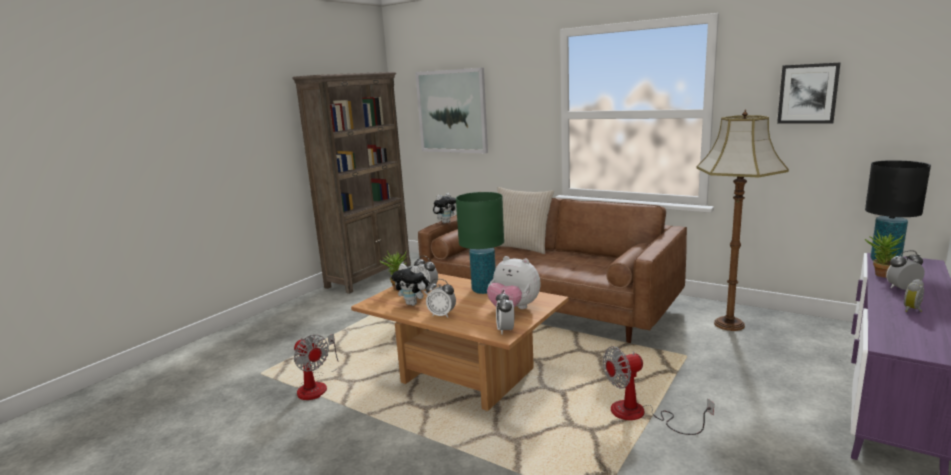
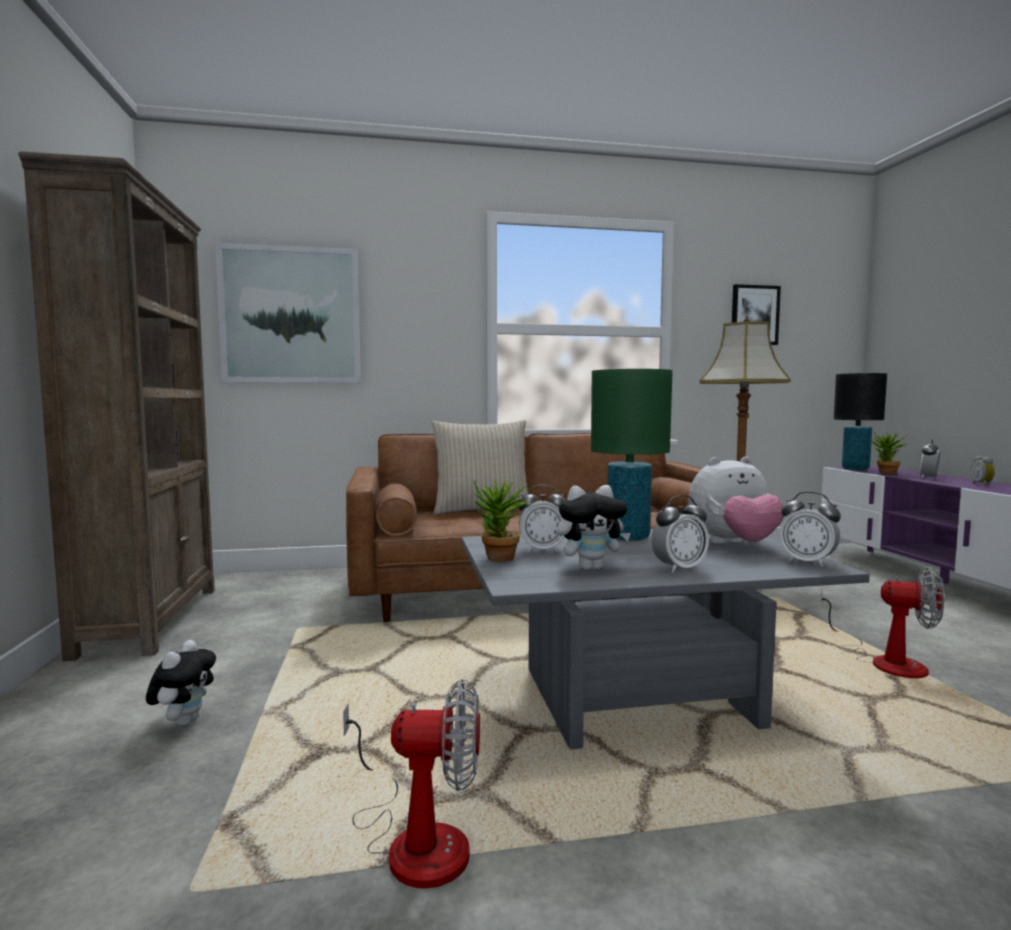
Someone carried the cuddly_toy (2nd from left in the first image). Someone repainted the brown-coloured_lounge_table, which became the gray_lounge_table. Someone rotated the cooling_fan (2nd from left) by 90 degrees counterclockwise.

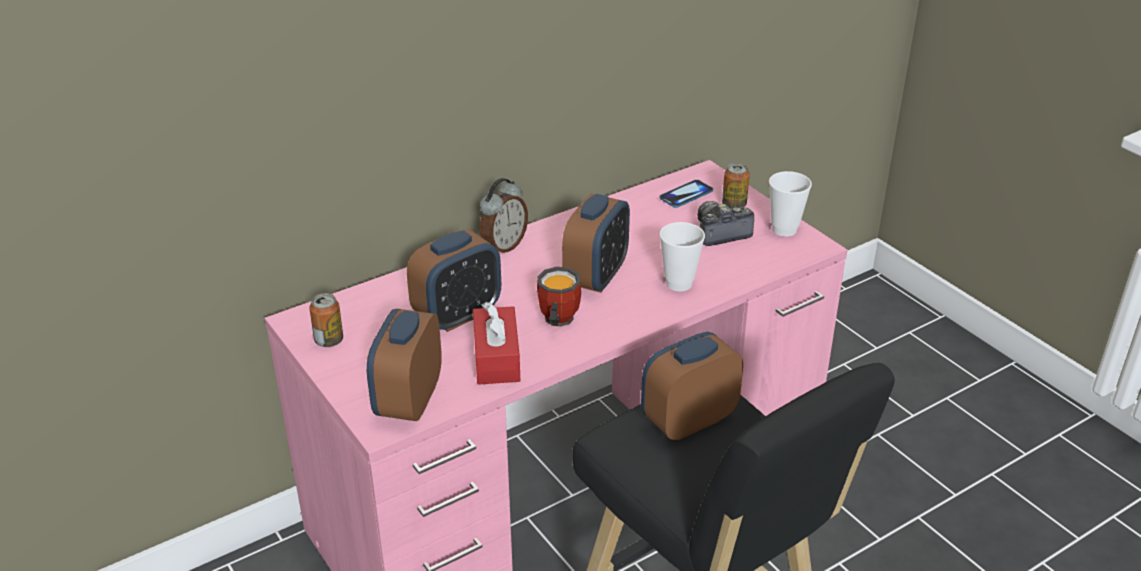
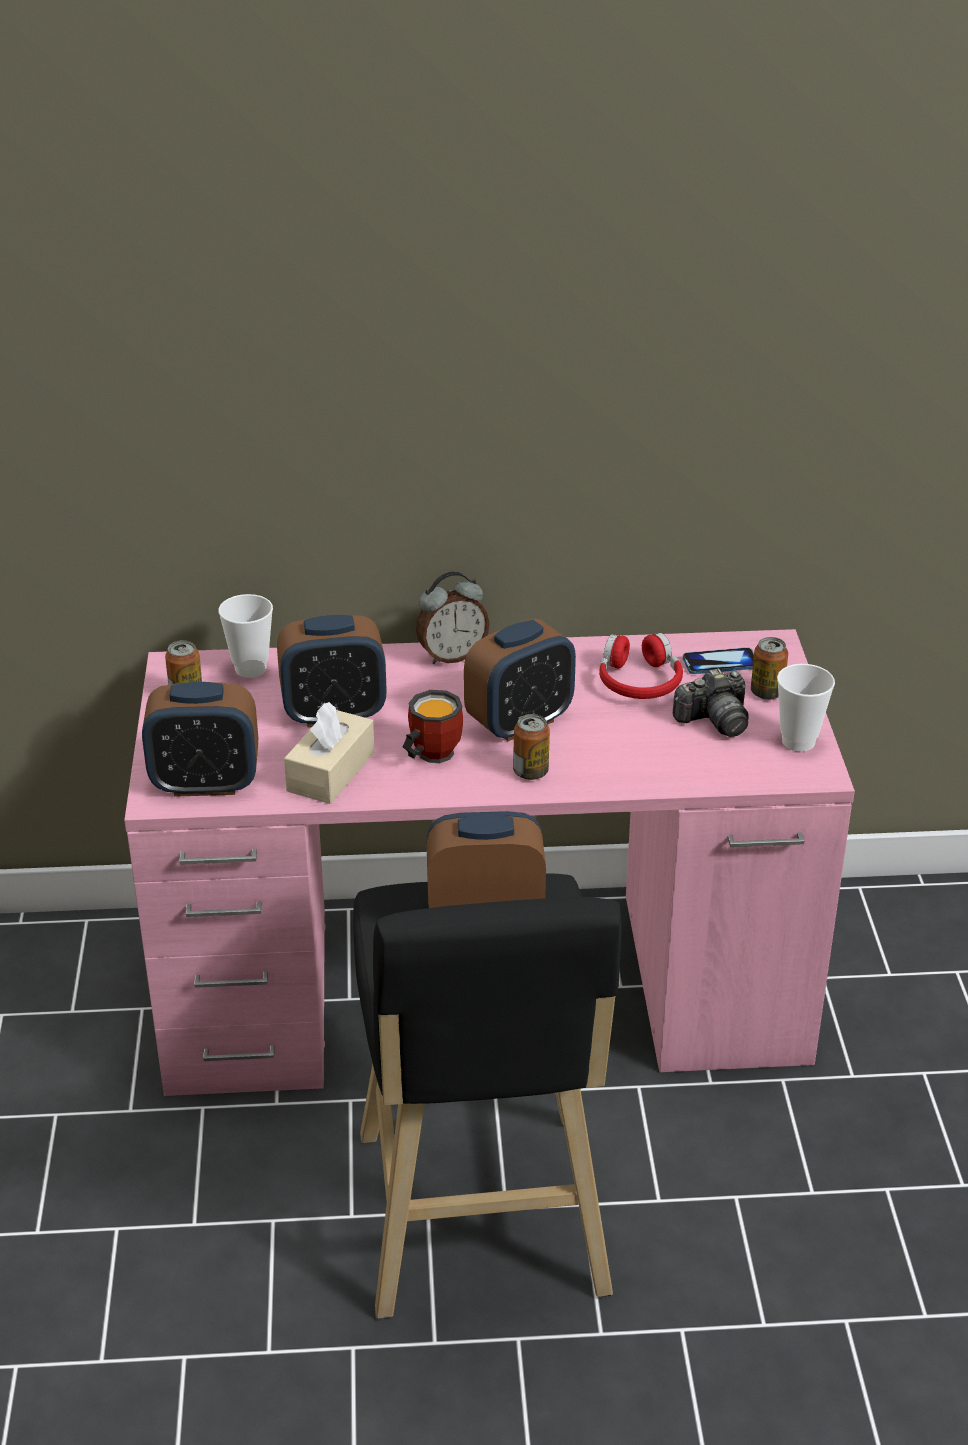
Someone rotated the still_camera by 150 degrees clockwise. Someone carried the drinking_cup (1st from left). Someone repainted the reddish_tissue_holder, which became the beige_tissue_holder. Someone rotated the bedside_clock (1st from left) by 135 degrees counterclockwise. Someone put down the reddish_pair_of_headphones. Someone put down the metal_can (2nd from left).

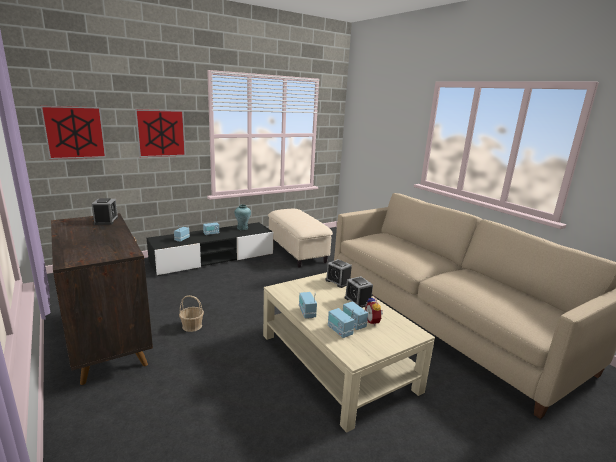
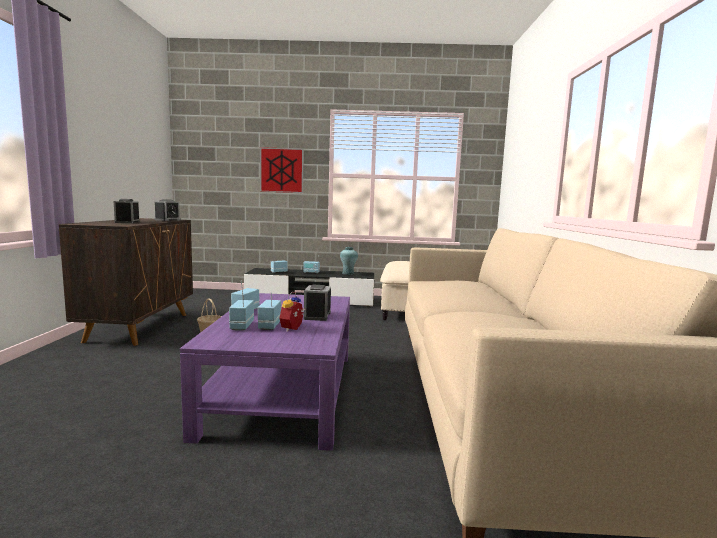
Someone took away the wall_picture (1st from left). Someone carried the bedside_clock (2nd from left in the first image). Someone repainted the beige_lounge_table, which became the purple_lounge_table.

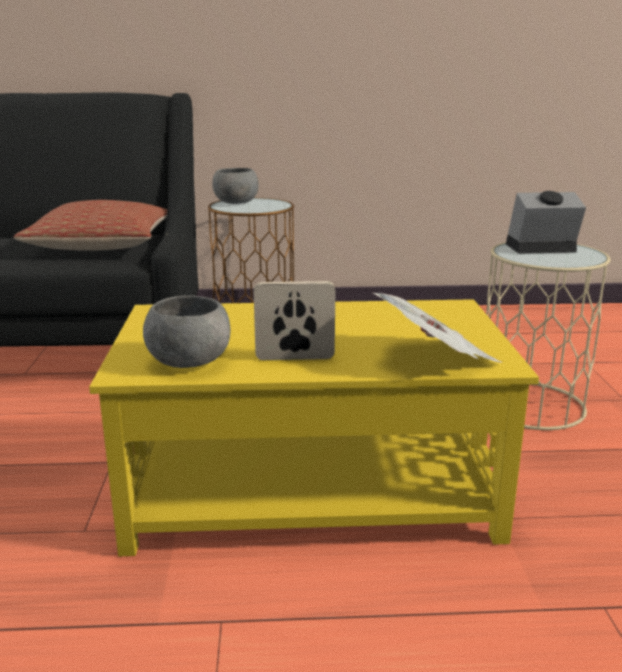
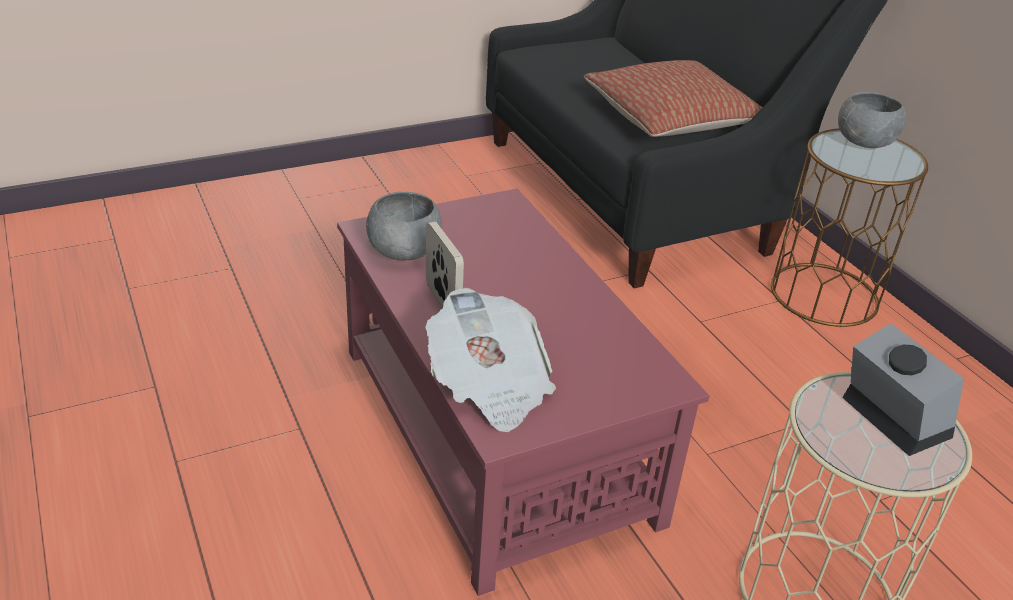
Someone repainted the yellowish_lounge_table, which became the reddish_lounge_table.

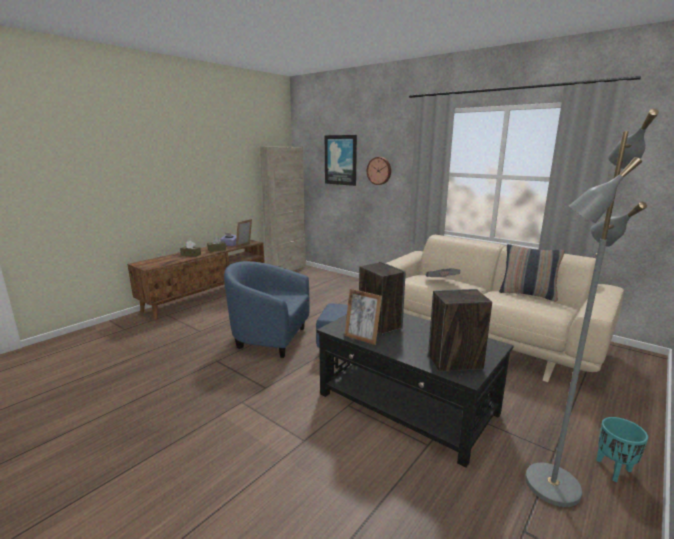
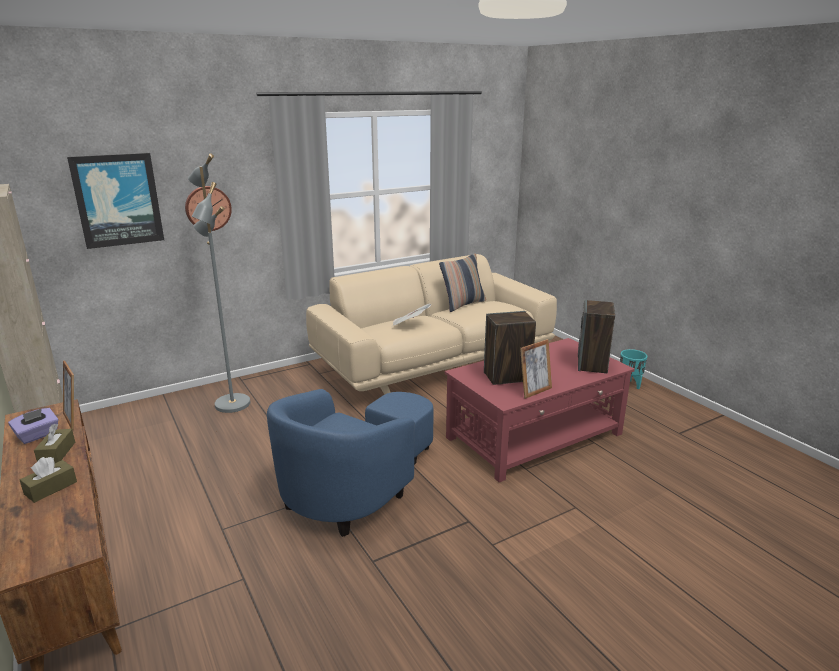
Someone carried the gray_standard_lamp. Someone repainted the blackish_lounge_table, which became the reddish_lounge_table.

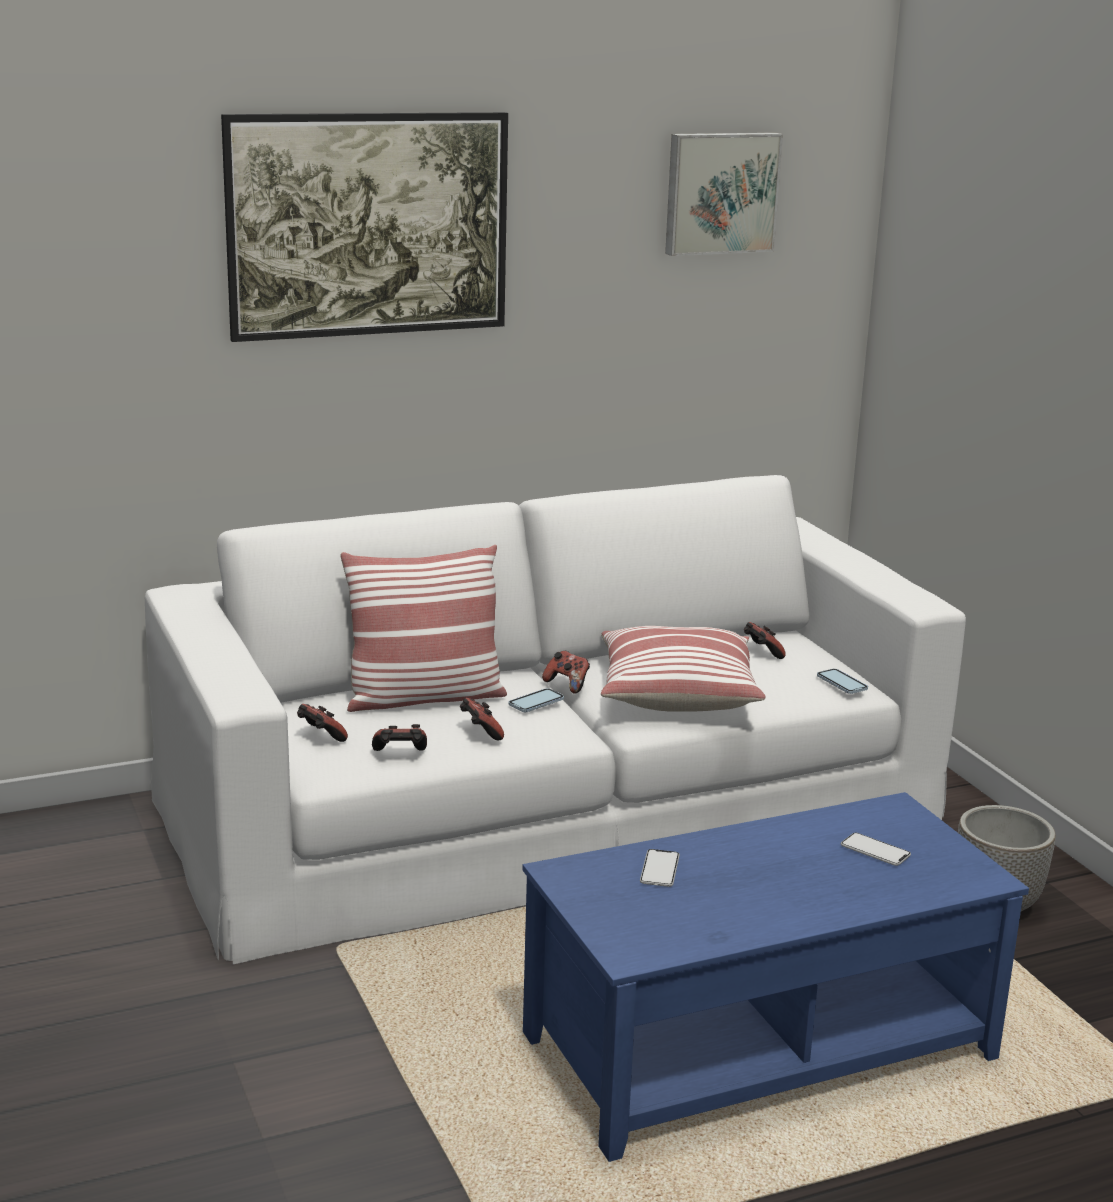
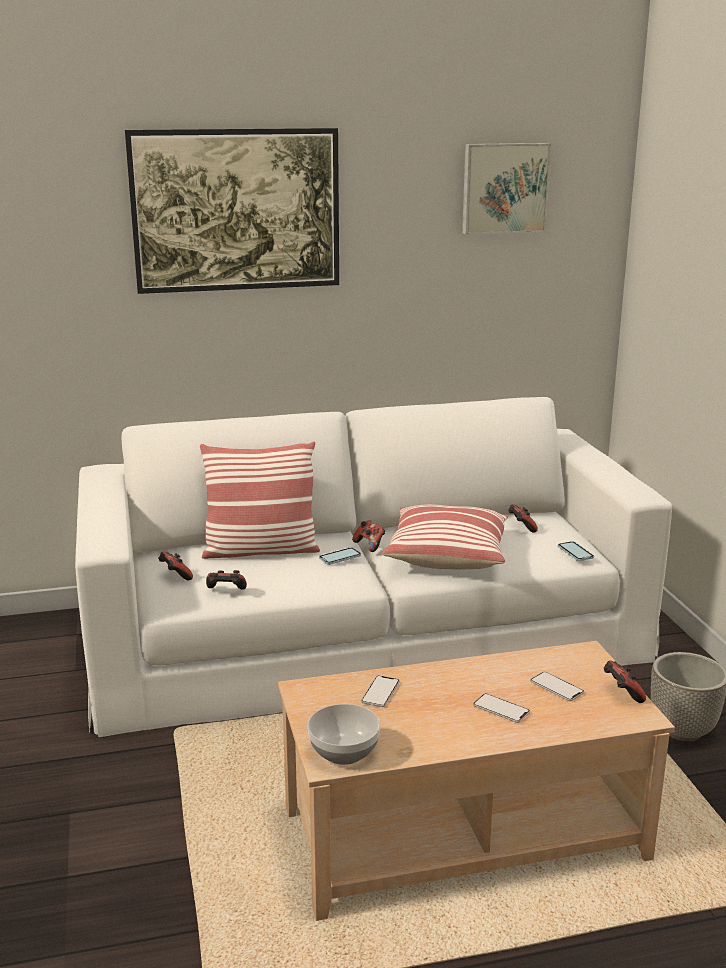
Someone carried the joypad (3rd from left in the first image). Someone repainted the bluish_lounge_table, which became the beige_lounge_table. Someone put down the telephone (3rd from left). Someone put down the bowl.

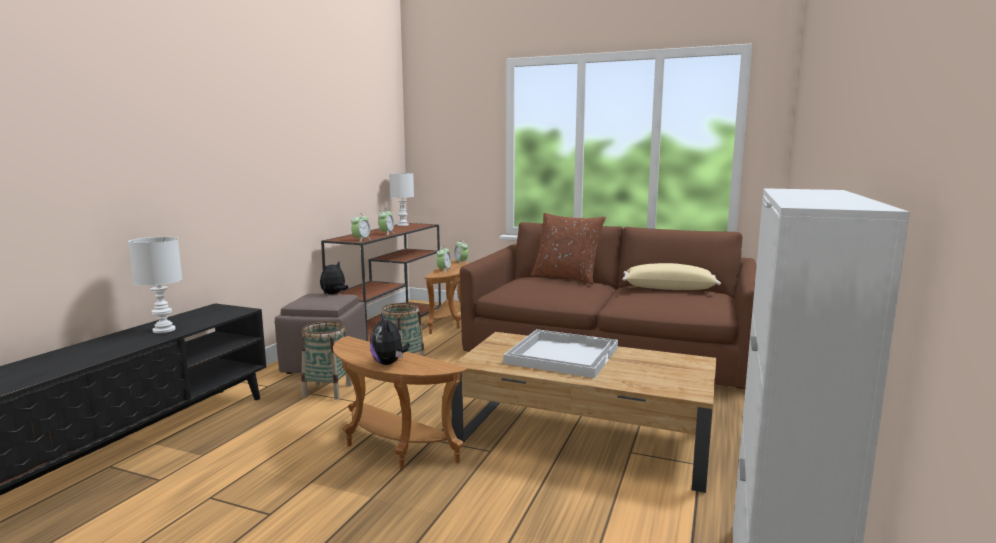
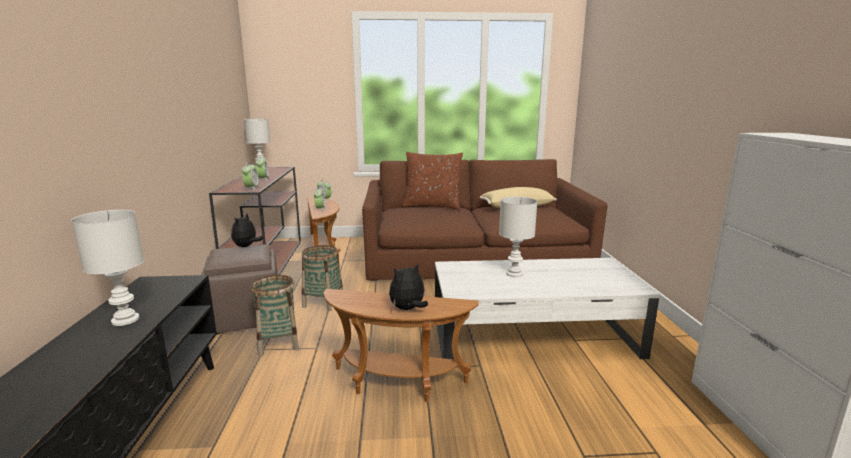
Someone rotated the cuddly_toy (2nd from left) by 105 degrees clockwise. Someone swapped the whitish_serving_tray for the whitish_lamp_for_a_table (3rd from left). Someone repainted the brown-coloured_lounge_table, which became the whitish_lounge_table.

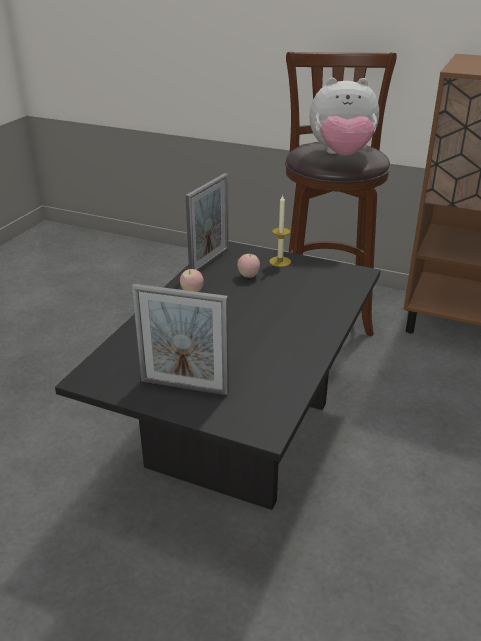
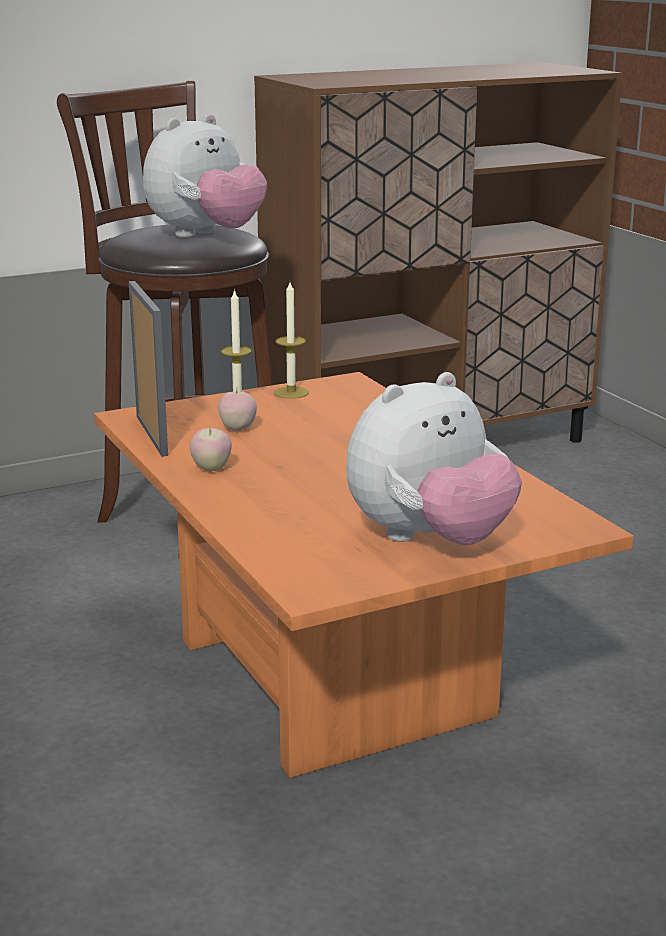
Someone repainted the blackish_lounge_table, which became the orangey_lounge_table. Someone swapped the picture_frame (1st from left) for the cuddly_toy (2nd from left). Someone put down the wax_light (2nd from left).

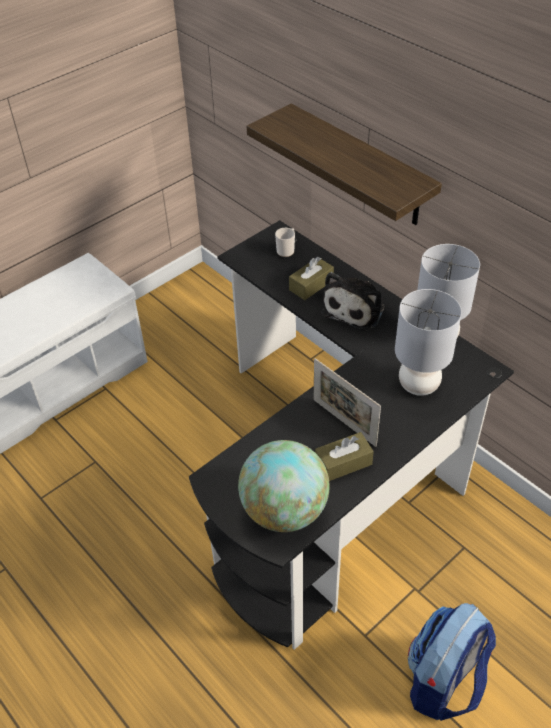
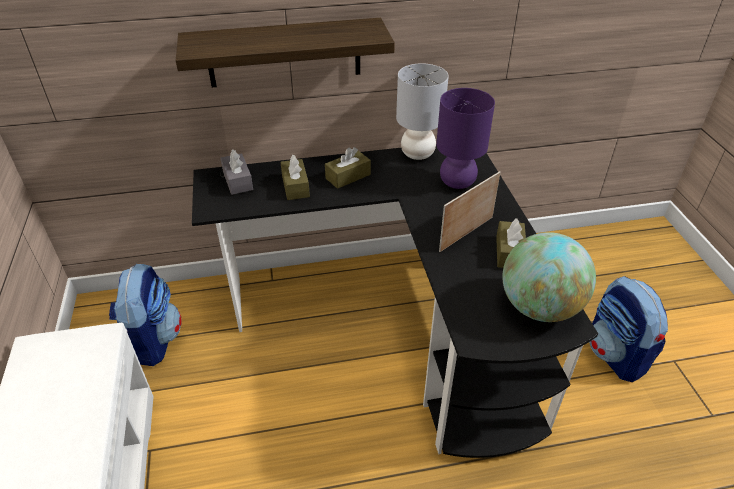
Someone swapped the coffee_mug for the gray_tissue_holder. Someone swapped the cuddly_toy for the brown-coloured_tissue_holder (2nd from left). Someone repainted the gray_lamp_for_a_table (1st from left), which became the purple_lamp_for_a_table. Someone rotated the picture_frame by 150 degrees clockwise. Someone put down the knapsack (1st from left).

